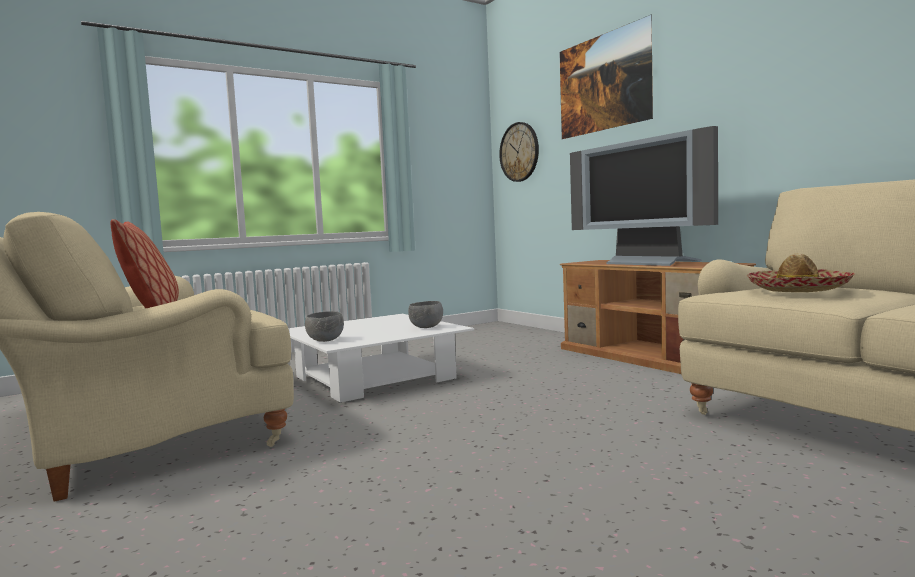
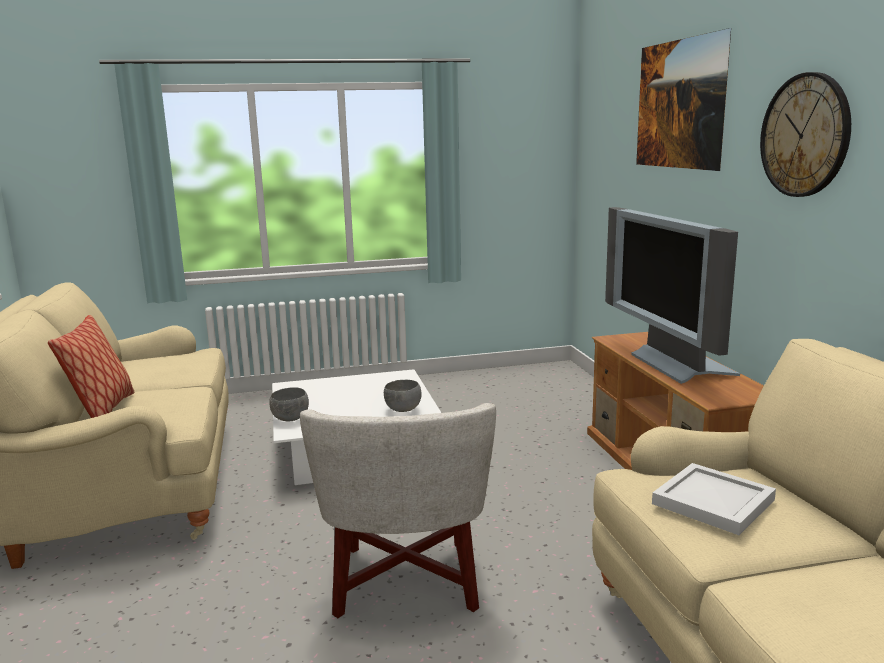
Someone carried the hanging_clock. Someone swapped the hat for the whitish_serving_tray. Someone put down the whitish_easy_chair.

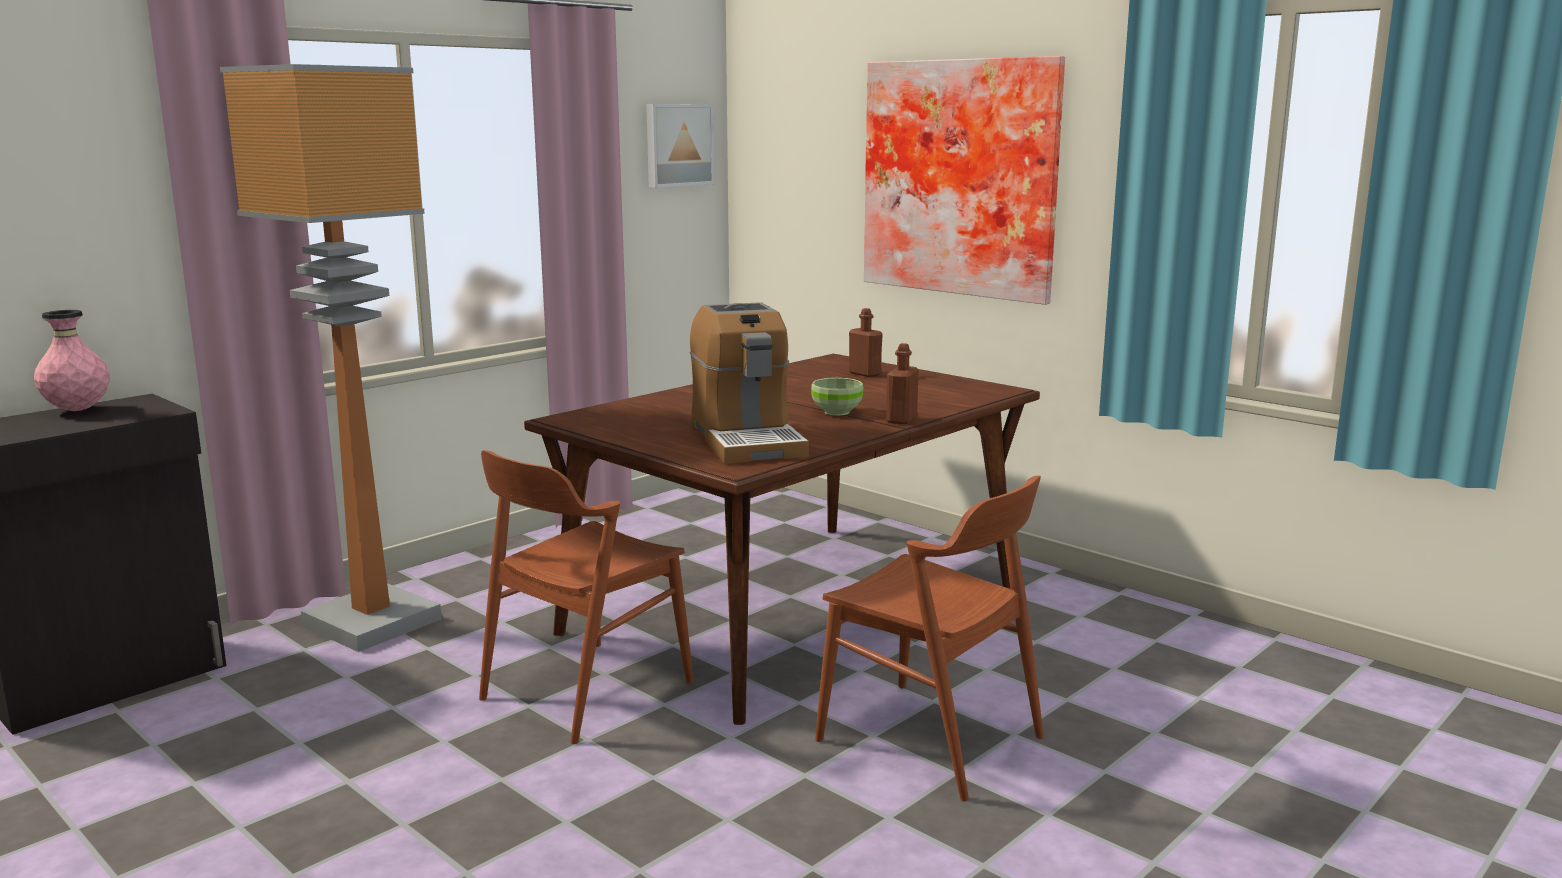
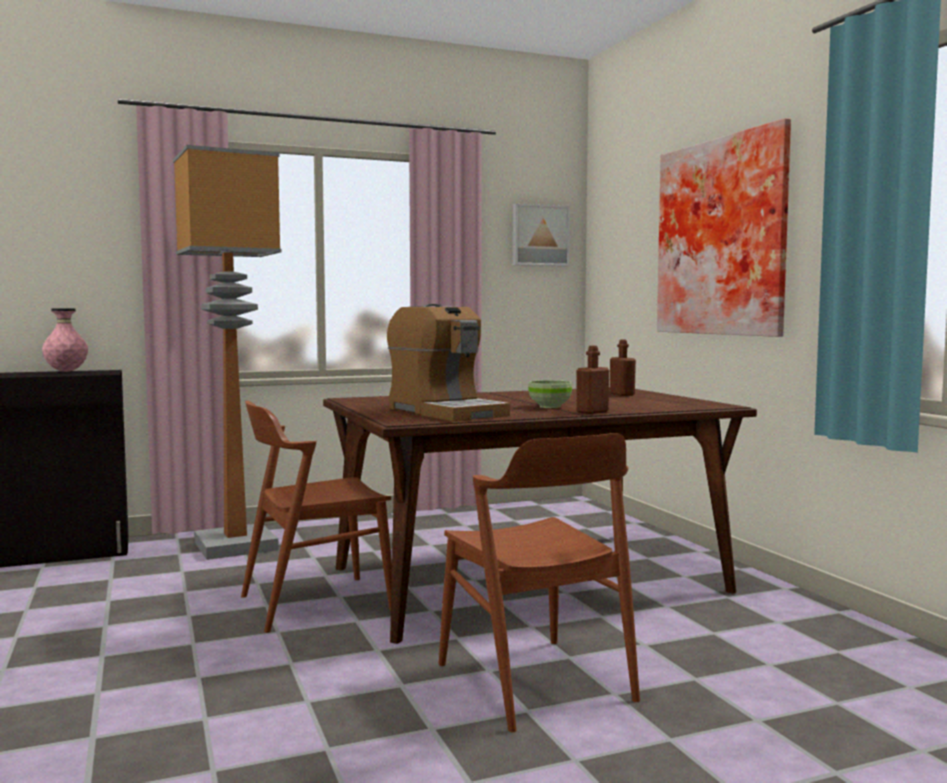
Someone rotated the coffee_machine by 45 degrees counterclockwise.

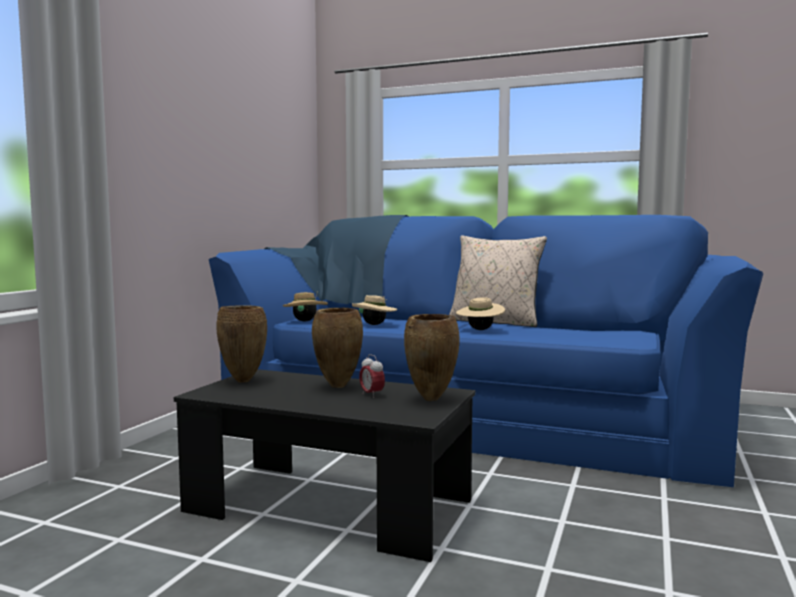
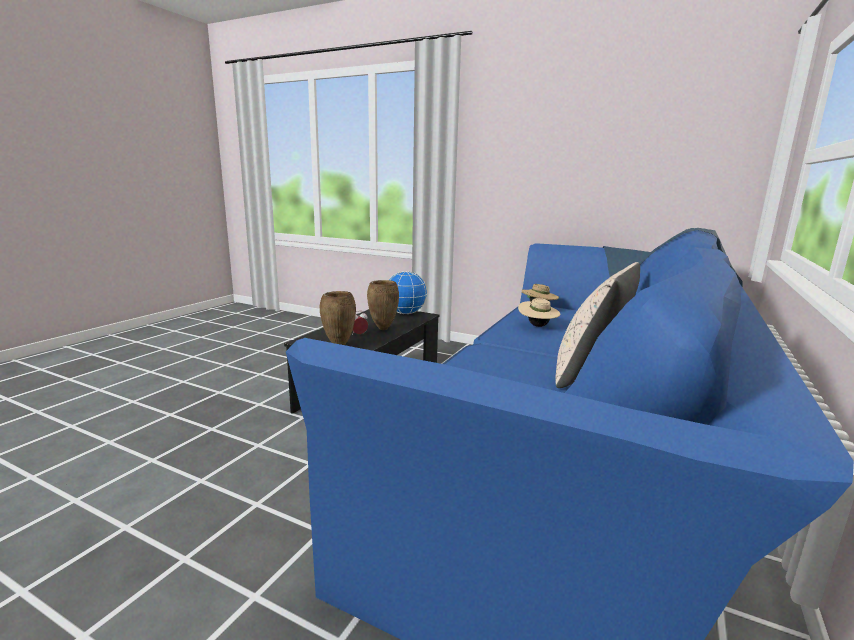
Someone took away the beige_hat (3rd from left). Someone swapped the brown-coloured_flower_vase (1st from left) for the desk_globe.

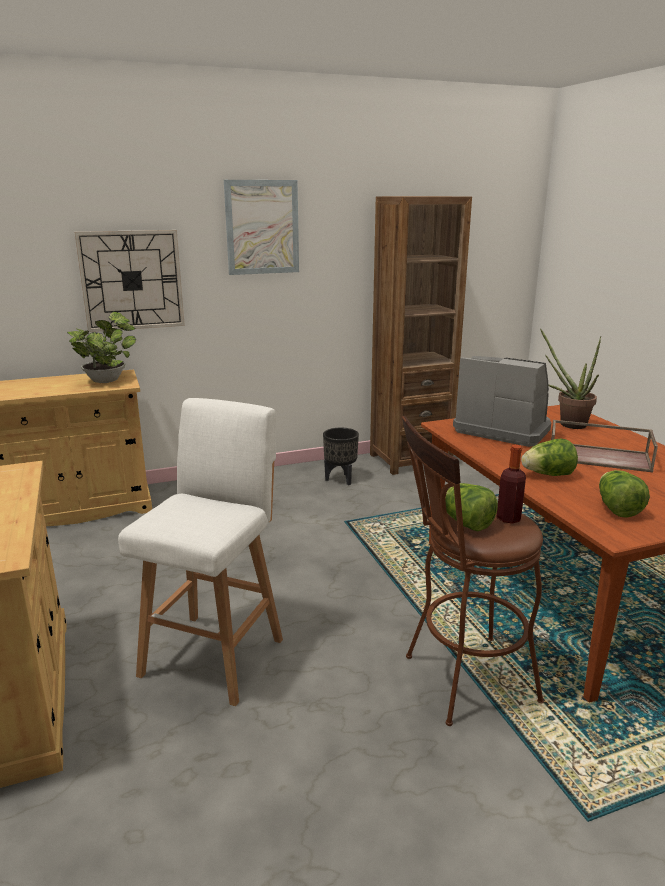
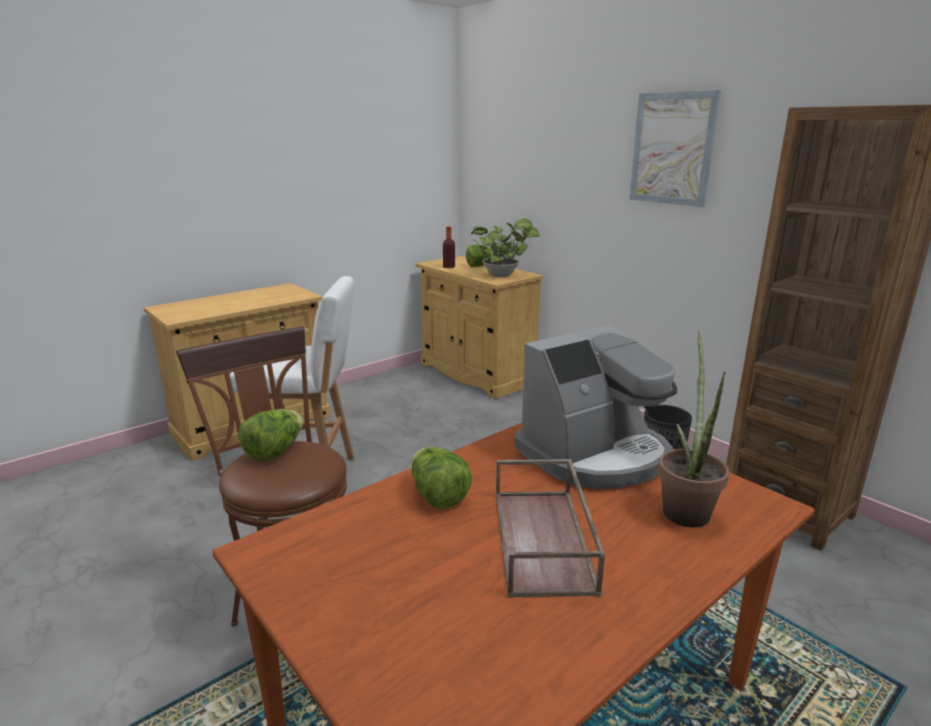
Someone took away the hanging_clock. Someone rotated the coffee_machine by 45 degrees clockwise. Someone carried the bottle. Someone carried the head_of_lettuce (3rd from left).

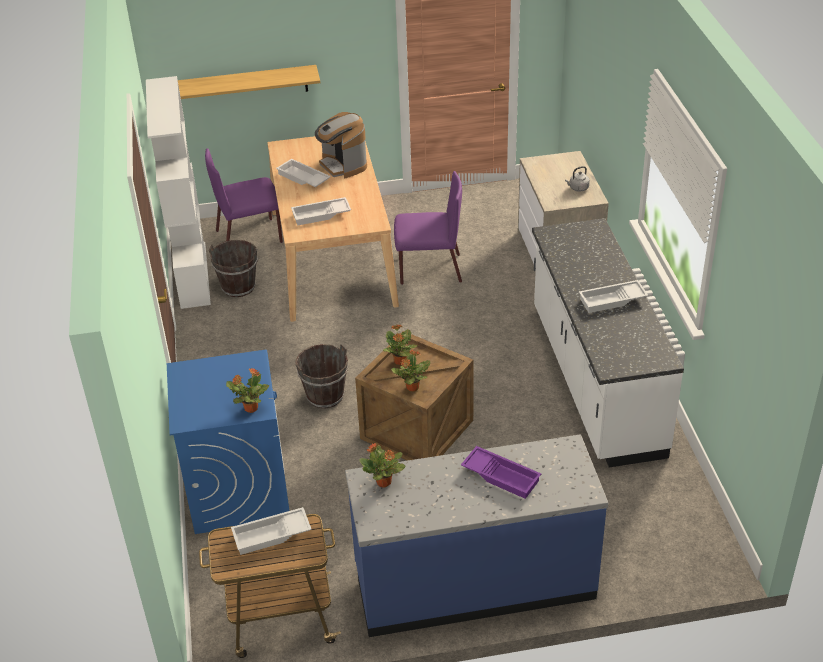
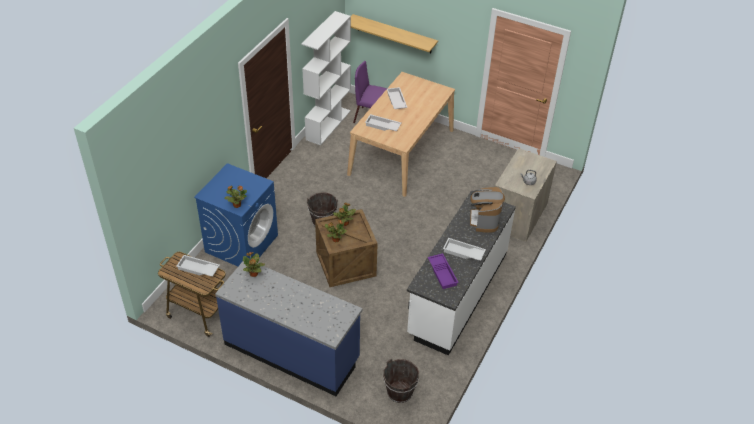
Someone carried the coffee_machine. Someone took away the purple_chair (2nd from left). Someone carried the brown-coloured_water_bucket (1st from left in the first image). Someone carried the purple_serving_tray.

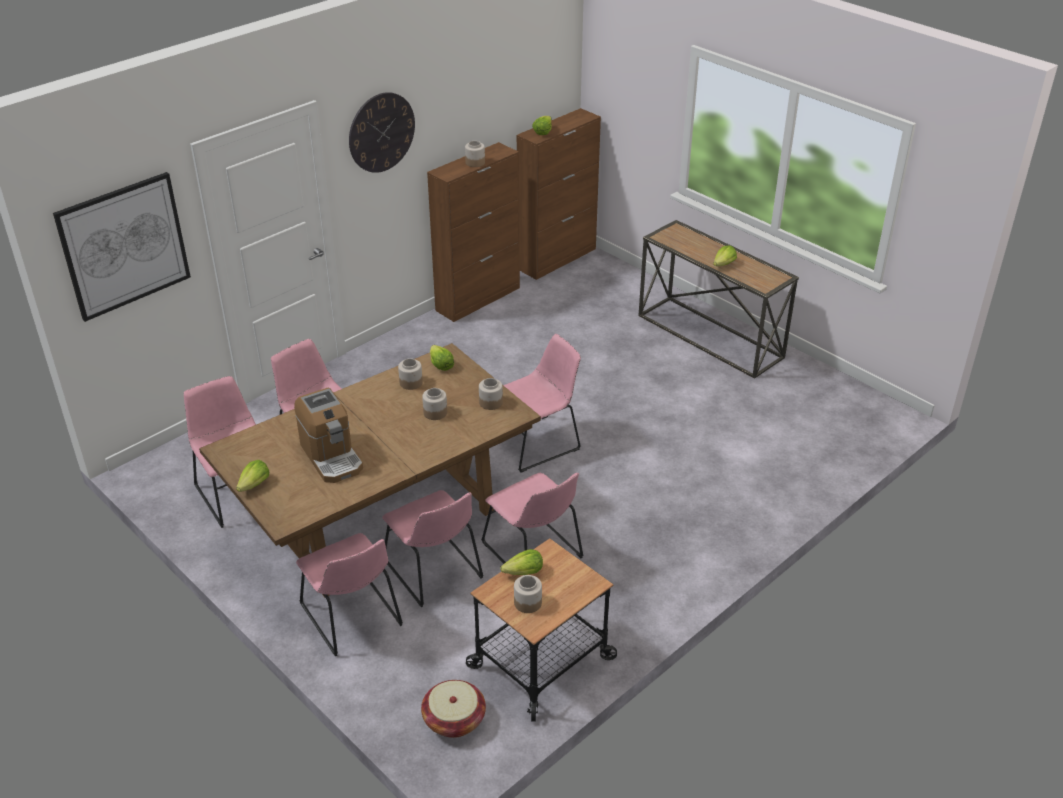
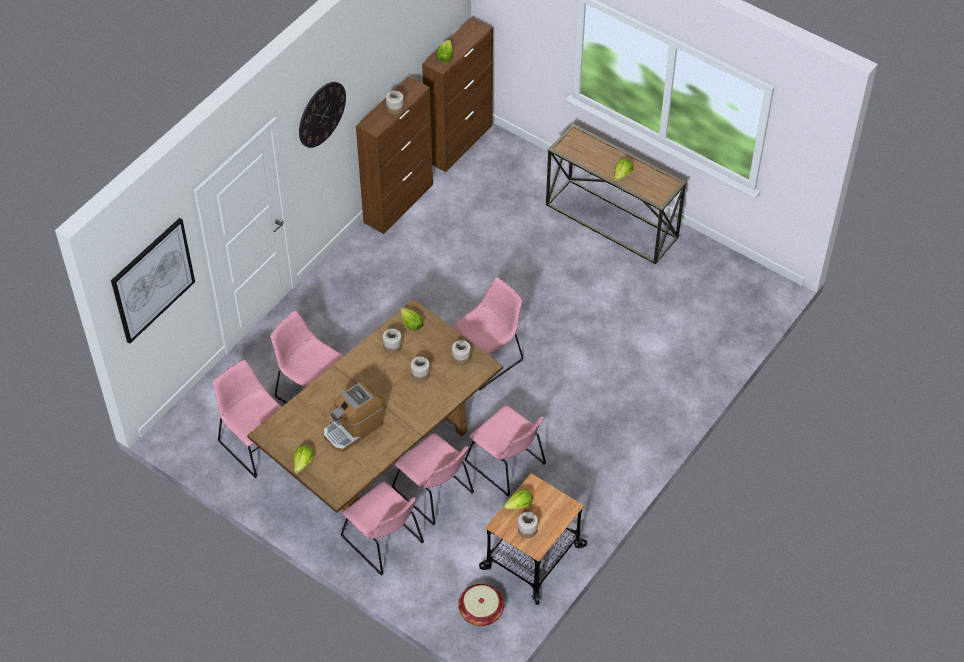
Someone rotated the coffee_machine by 90 degrees clockwise.

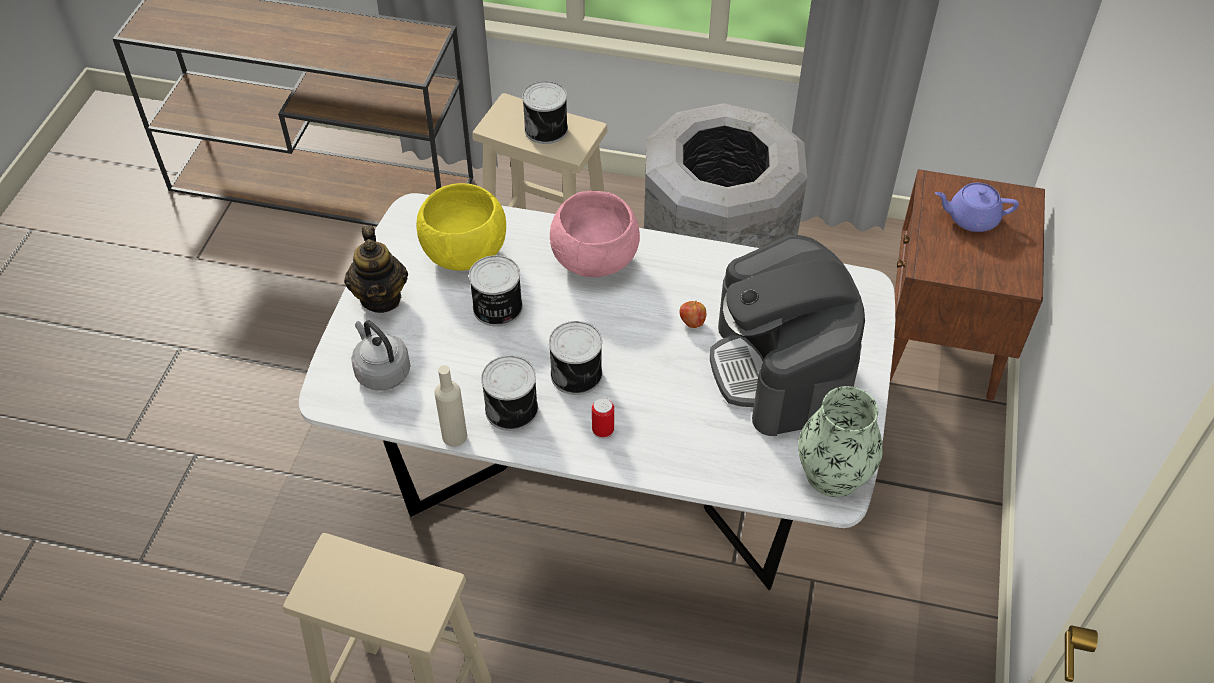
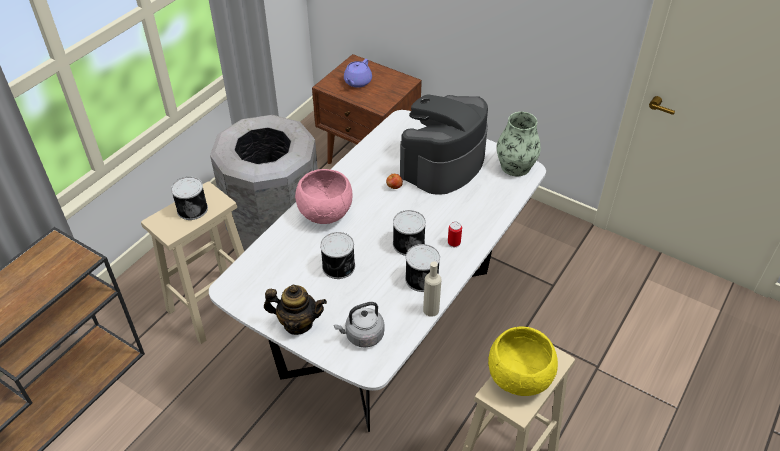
Someone carried the yellowish_bowl. Someone rotated the coffee_machine by 120 degrees clockwise.

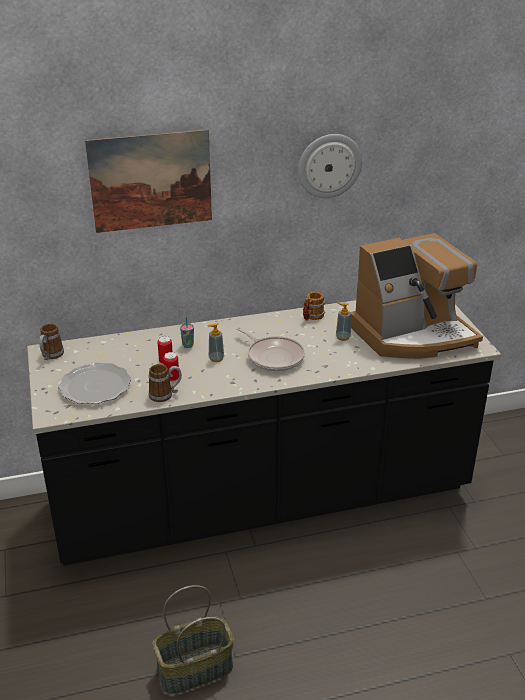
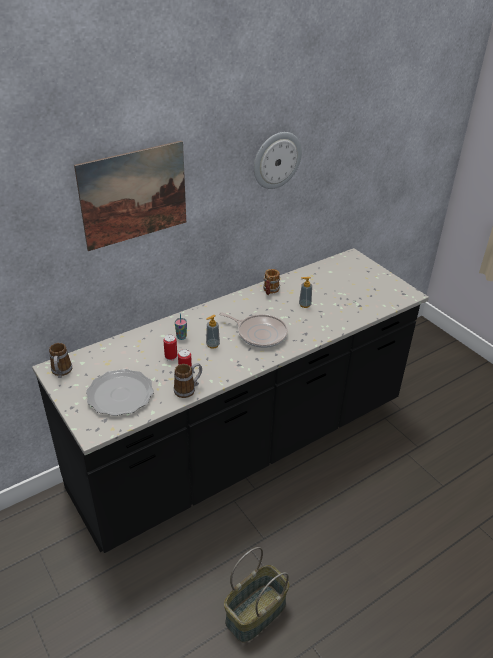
Someone took away the coffee_machine.

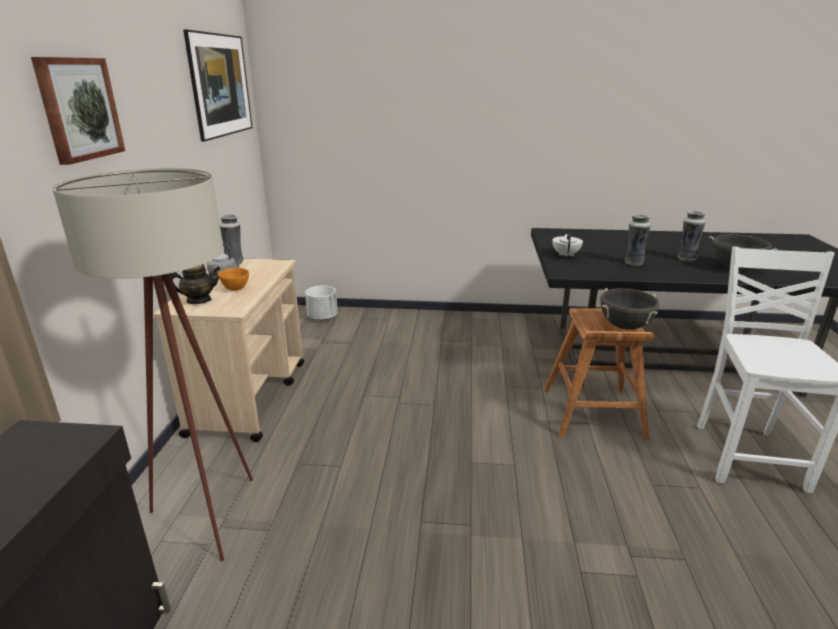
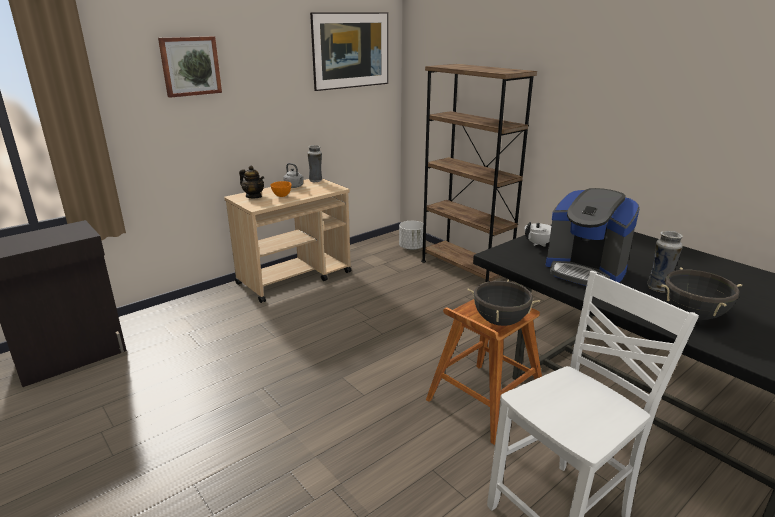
Someone took away the beige_standard_lamp. Someone swapped the flower_vase (2nd from left) for the coffee_machine. Someone put down the brown-coloured_bookshelf.

